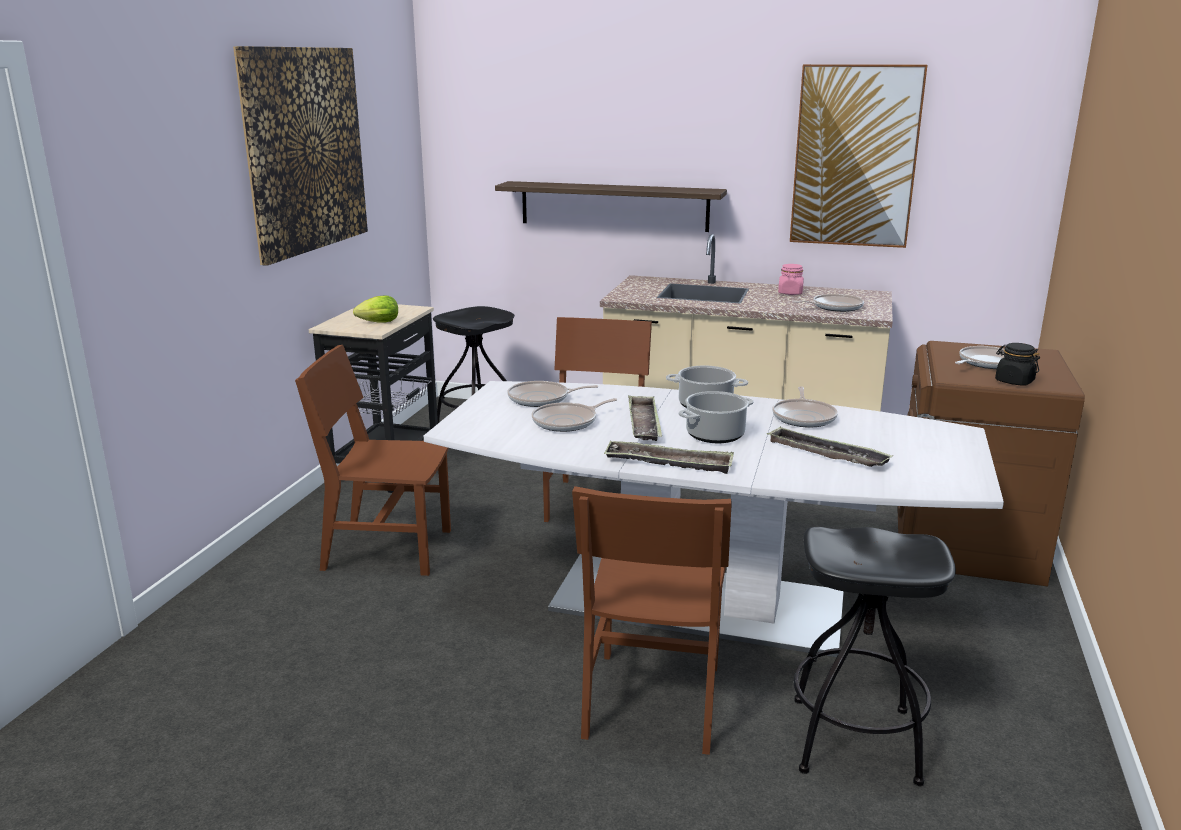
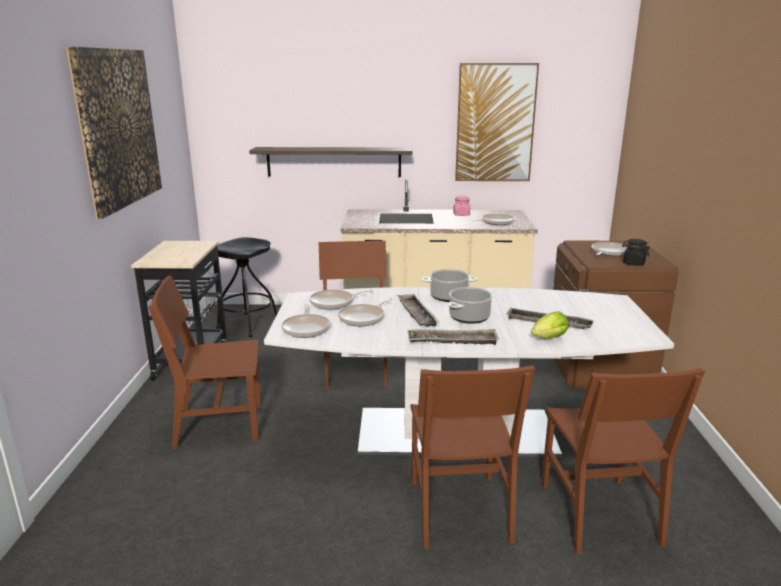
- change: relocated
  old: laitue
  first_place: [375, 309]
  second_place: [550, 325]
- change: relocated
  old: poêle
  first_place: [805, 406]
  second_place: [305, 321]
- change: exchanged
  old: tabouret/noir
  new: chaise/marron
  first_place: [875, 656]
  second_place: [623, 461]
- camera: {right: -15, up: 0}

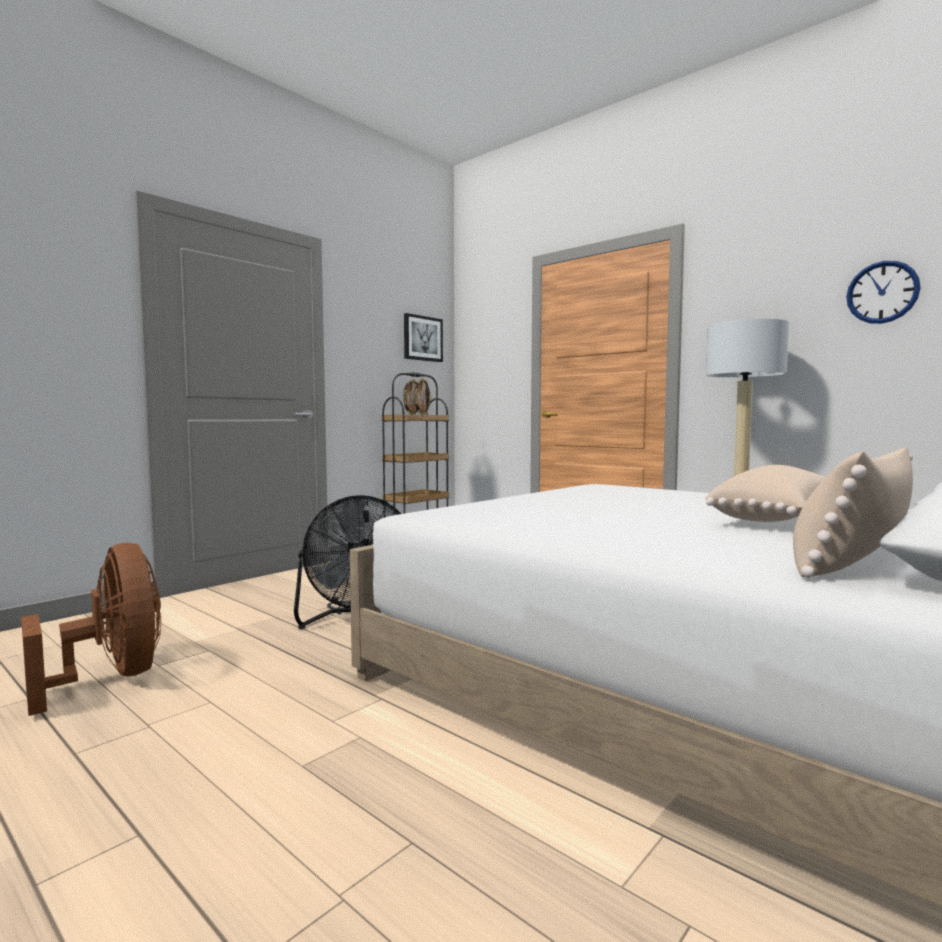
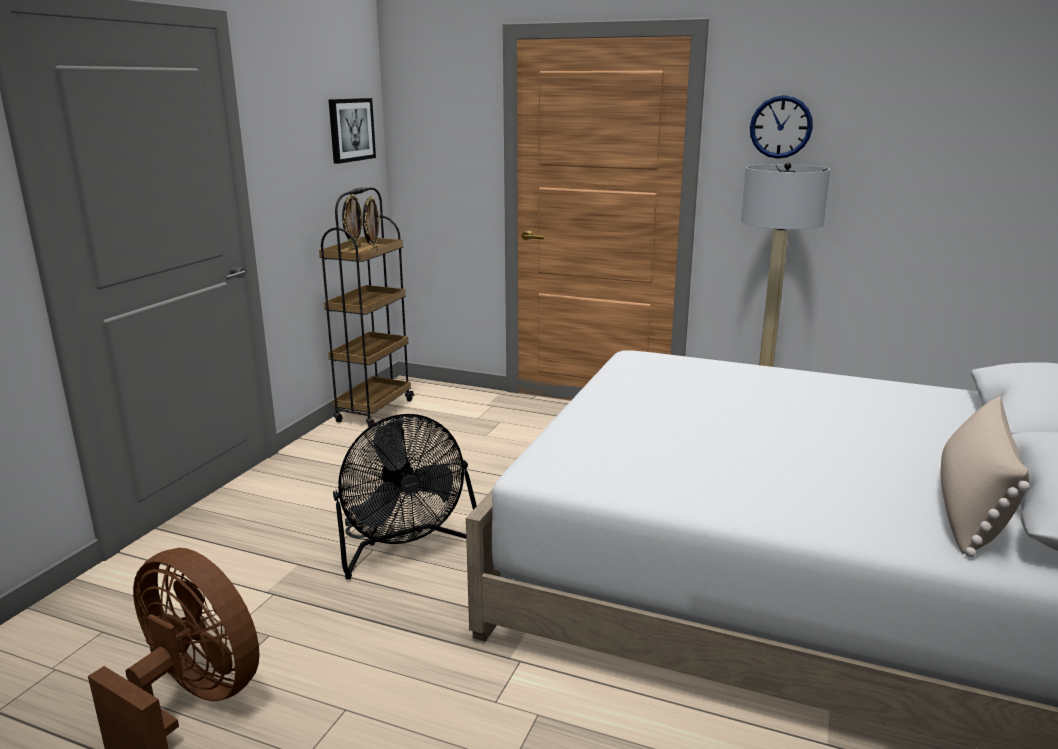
- change: relocated
  old: horloge murale
  first_place: [883, 292]
  second_place: [781, 127]
- change: missing
  old: coussin/beige
  first_place: [765, 493]
- camera: {right: -20, up: 15}

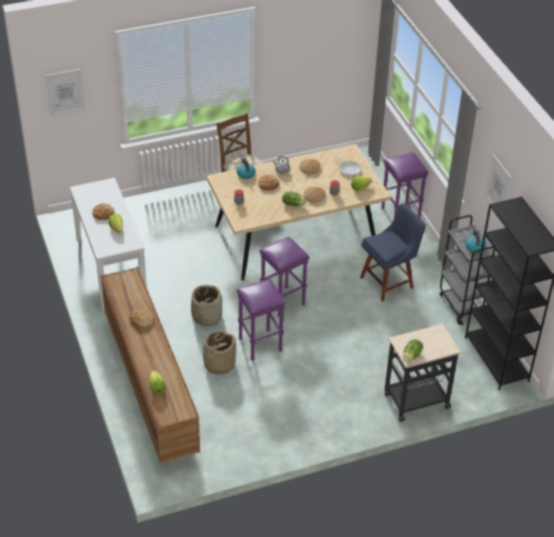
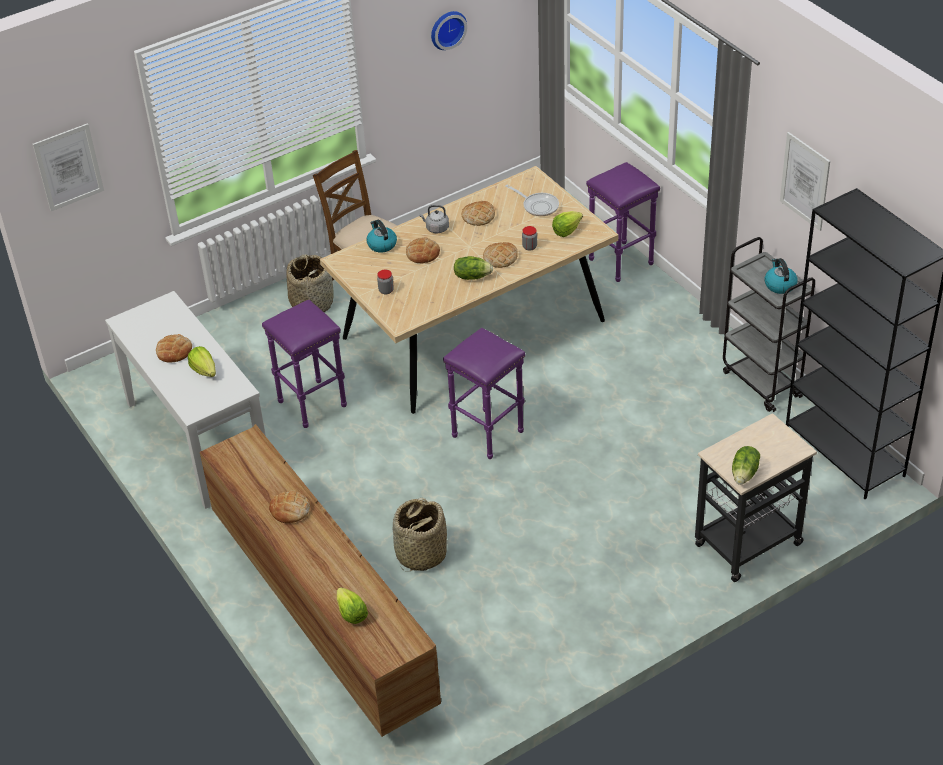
- change: missing
  old: chaise/bleu
  first_place: [393, 252]
- change: relocated
  old: tabouret/violet
  first_place: [261, 320]
  second_place: [304, 364]
- change: relocated
  old: panier
  first_place: [206, 306]
  second_place: [310, 283]
- change: appeared
  new: horloge murale
  second_place: [449, 30]
- camera: {right: -10, up: 0}

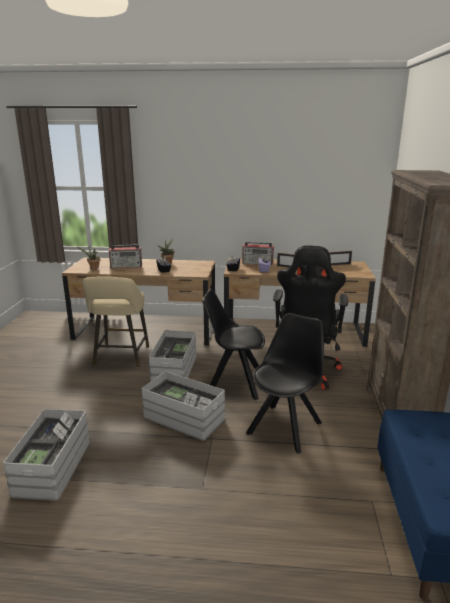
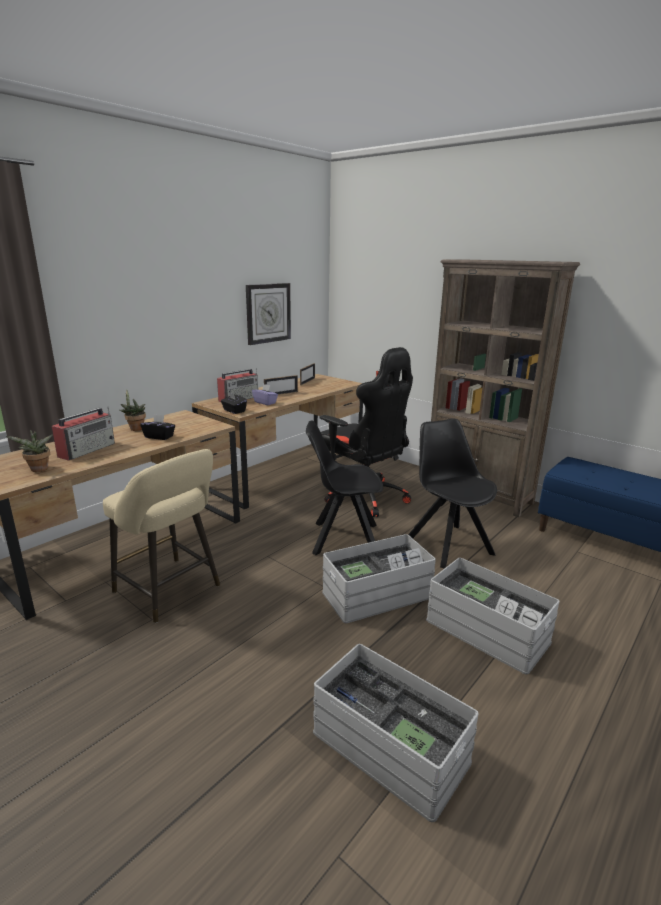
- change: spun
  old: chaise/noir
  first_place: [233, 345]
  second_place: [344, 487]
  degrees: 45
- change: relocated
  old: boîte de rangement/gris
  first_place: [173, 356]
  second_place: [493, 616]
- change: appeared
  new: horloge murale
  second_place: [268, 314]
- camera: {right: -55, up: 0}

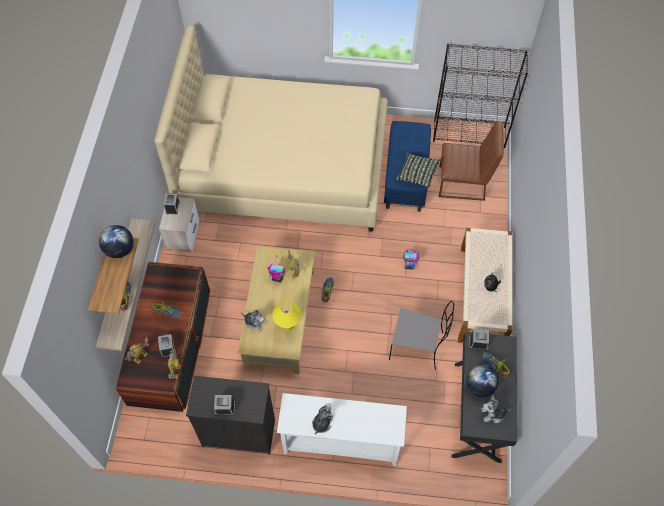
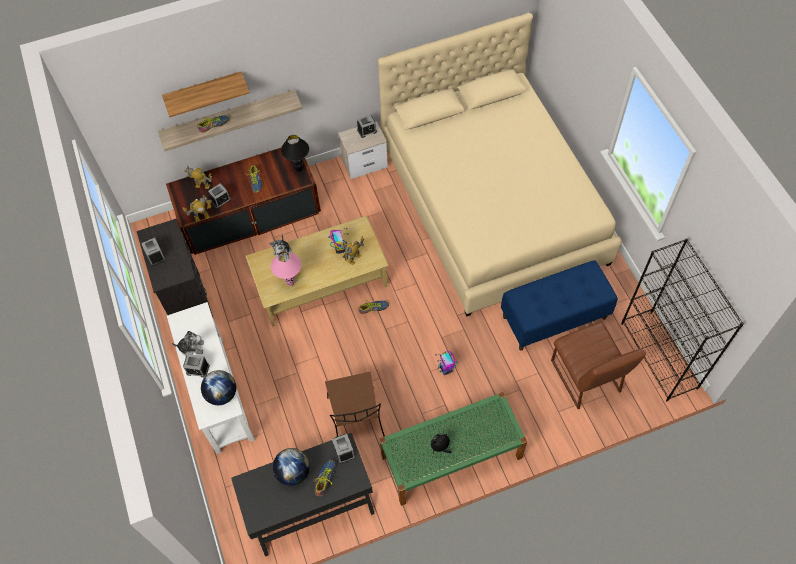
- change: missing
  old: coussin
  first_place: [418, 170]
- change: relocated
  old: globe
  first_place: [116, 241]
  second_place: [218, 387]
- change: colour
  old: banc/beige
  new: banc/vert
  first_place: [485, 285]
  second_place: [453, 449]
- change: colour
  old: chaise/gris
  new: chaise/marron
  first_place: [421, 335]
  second_place: [355, 404]
- change: colour
  old: lampe de table/jaune
  new: lampe de table/rose
  first_place: [286, 317]
  second_place: [286, 268]
- change: missing
  old: peluche
  first_place: [496, 409]
- change: appeared
  new: lampe de table/noir
  second_place: [295, 153]
- change: appeared
  new: réveil
  second_place: [196, 365]
- camera: {right: 65, up: 0}

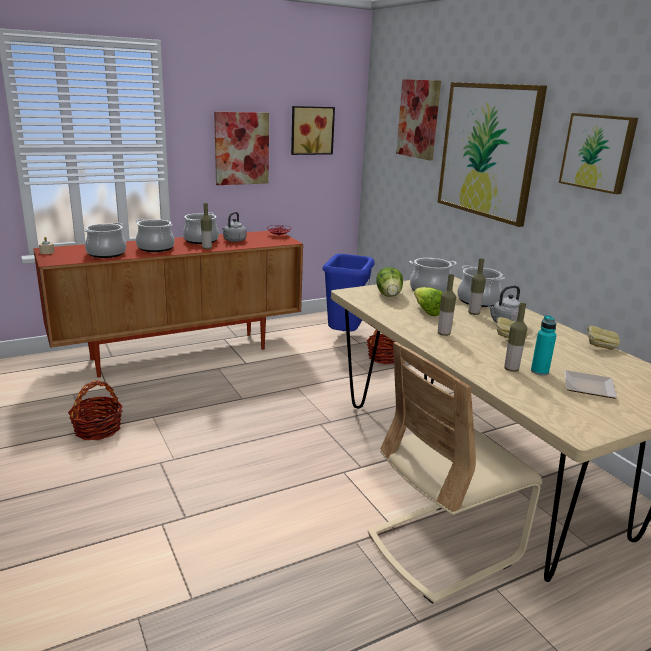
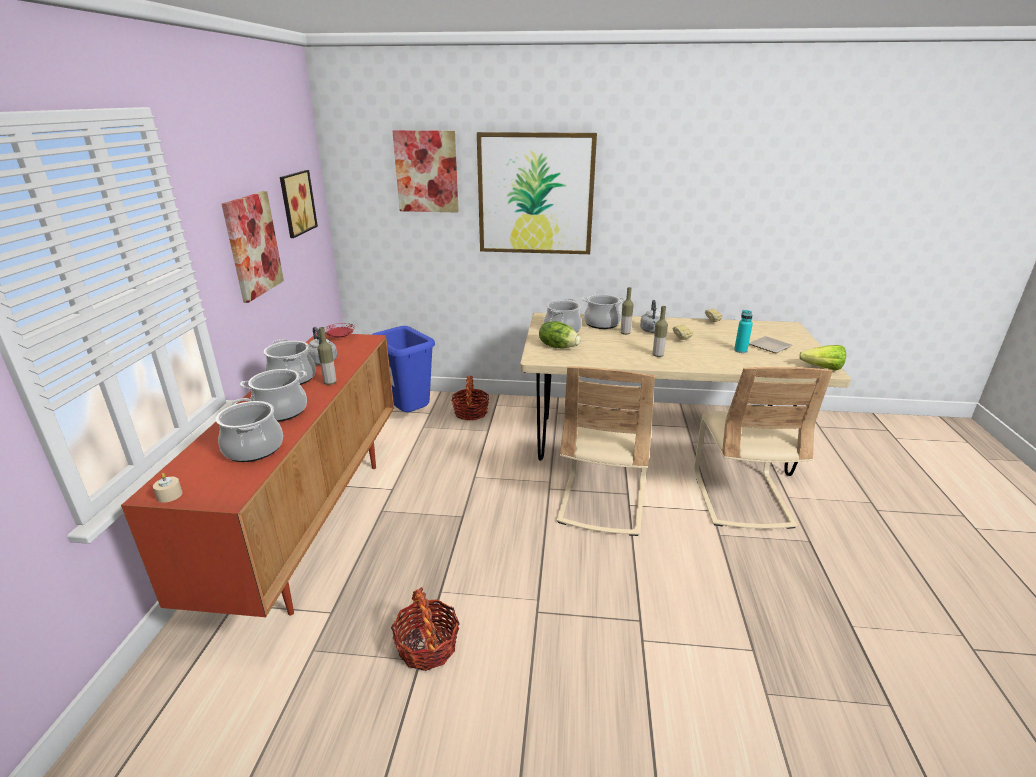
- change: missing
  old: tableau
  first_place: [598, 153]
- change: relocated
  old: laitue
  first_place: [428, 301]
  second_place: [822, 357]
- change: missing
  old: bouteille
  first_place: [515, 337]
- change: appeared
  new: chaise/beige
  second_place: [606, 451]
- camera: {right: -55, up: 5}

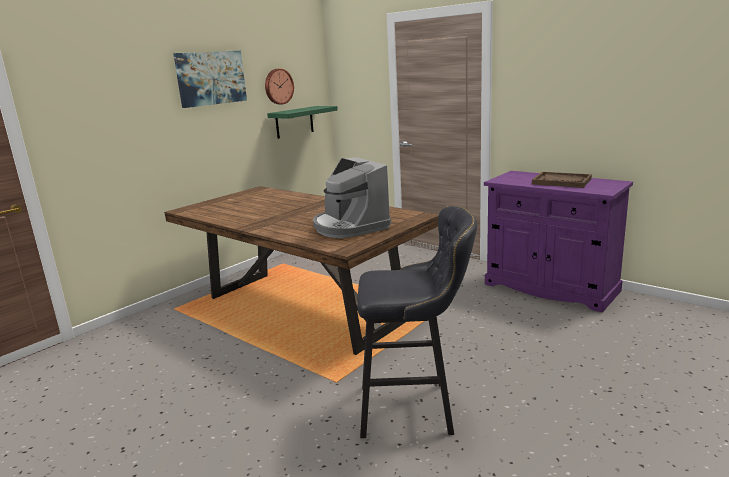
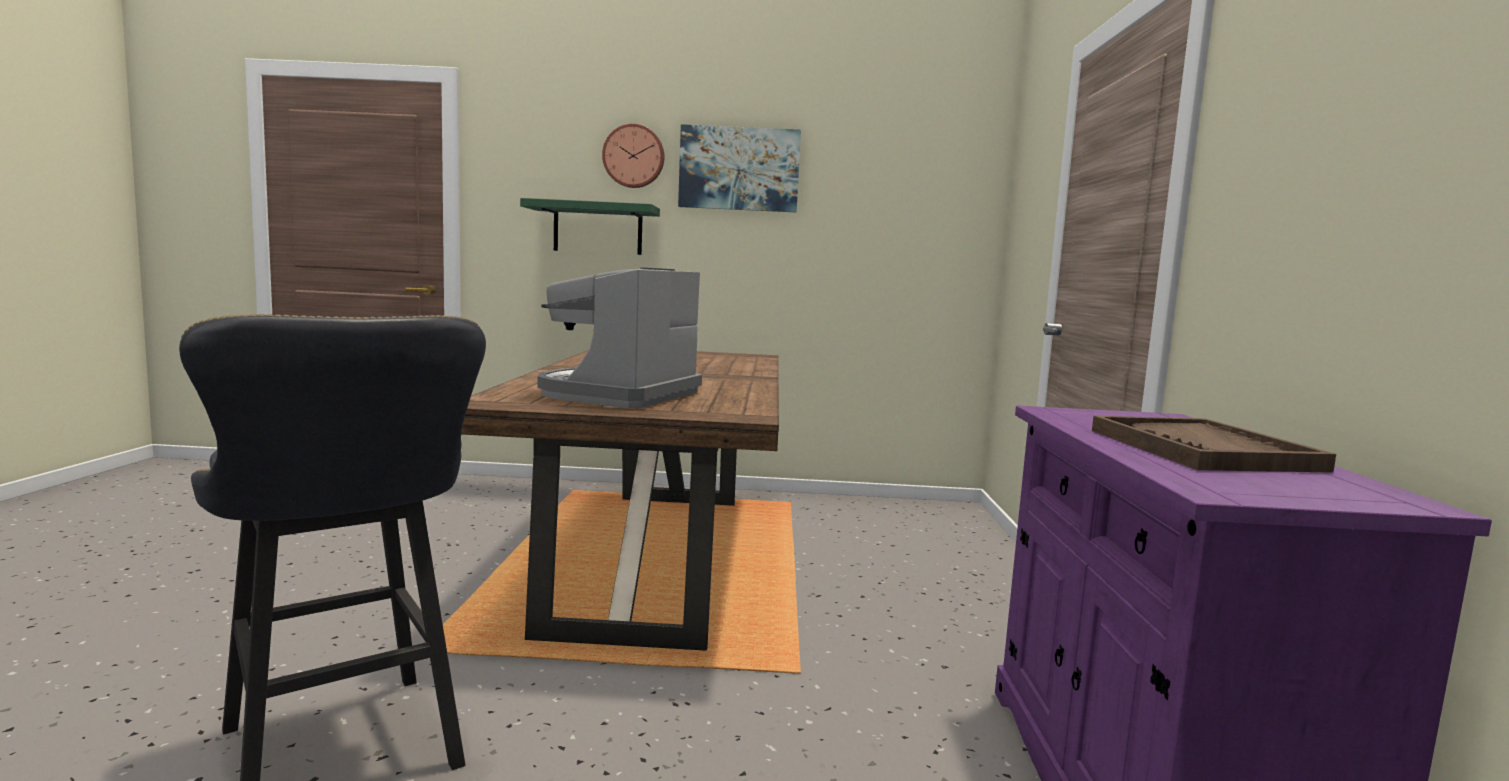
- change: relocated
  old: horloge murale
  first_place: [279, 86]
  second_place: [633, 156]
- change: relocated
  old: étagère/vert
  first_place: [302, 122]
  second_place: [590, 226]
- camera: {right: 50, up: -10}

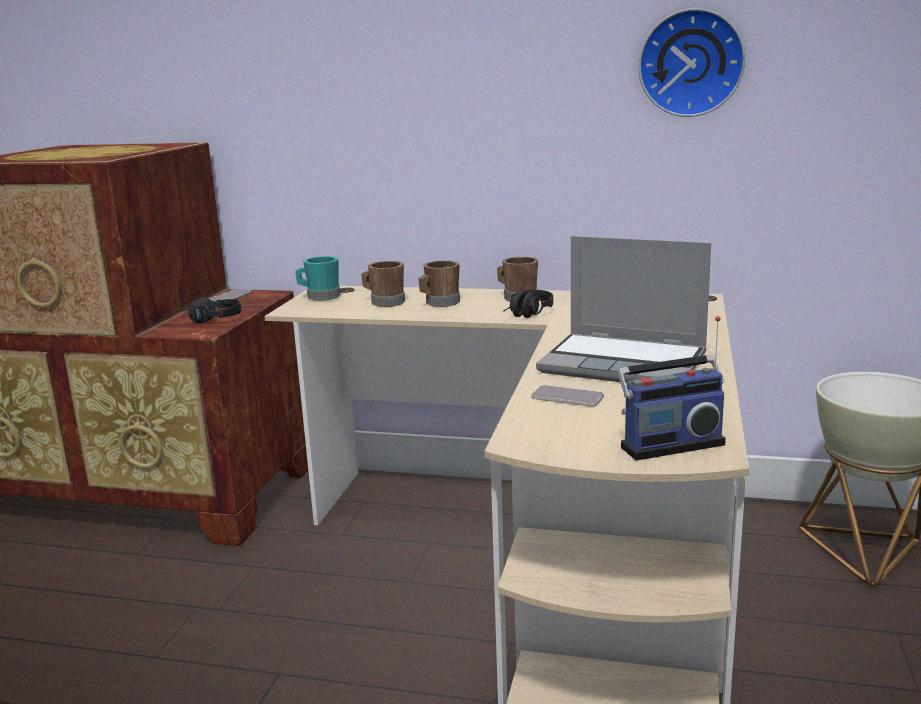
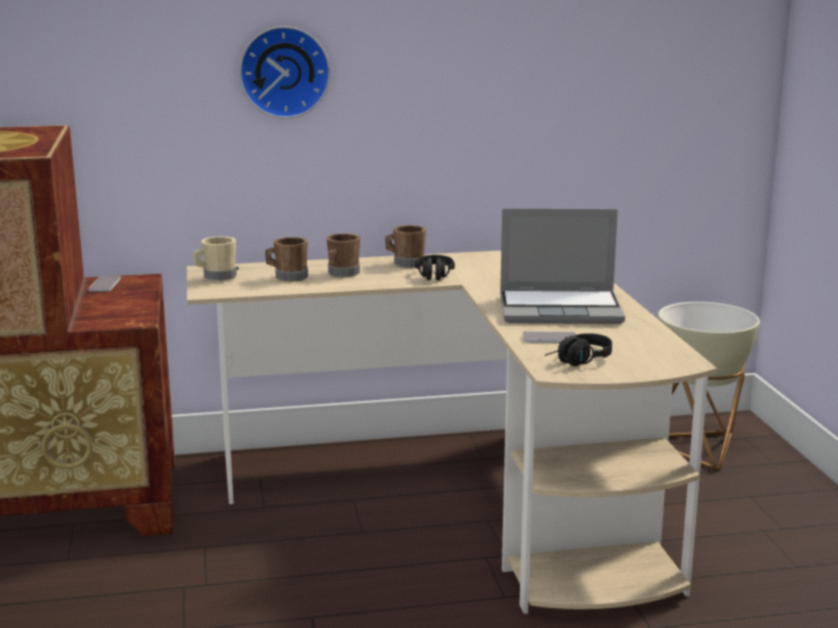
- change: relocated
  old: horloge murale
  first_place: [691, 62]
  second_place: [284, 72]
- change: colour
  old: mug/turquoise
  new: mug/beige
  first_place: [317, 278]
  second_place: [215, 258]
- change: relocated
  old: casque audio/noir
  first_place: [208, 310]
  second_place: [578, 349]
- change: missing
  old: radio
  first_place: [671, 388]
- camera: {right: -25, up: 0}

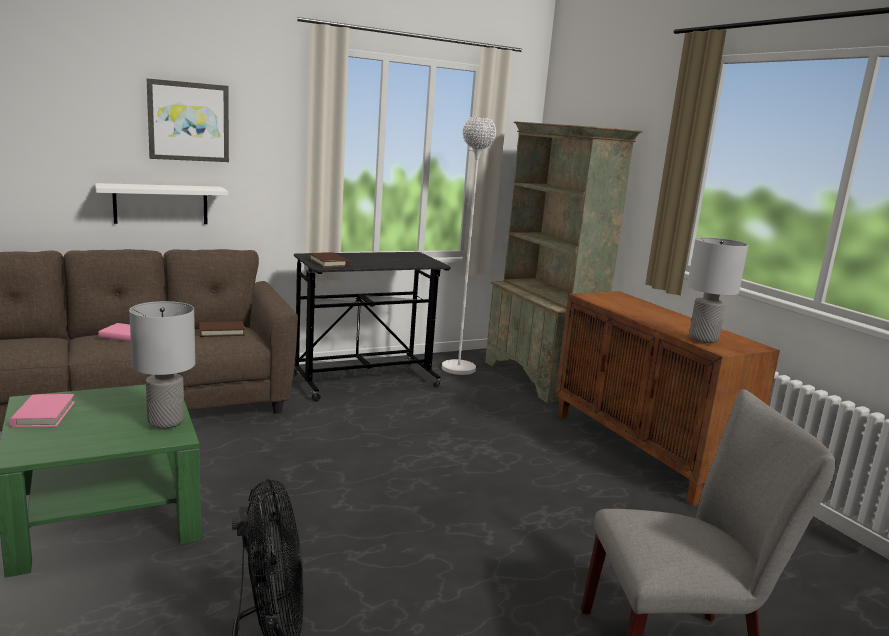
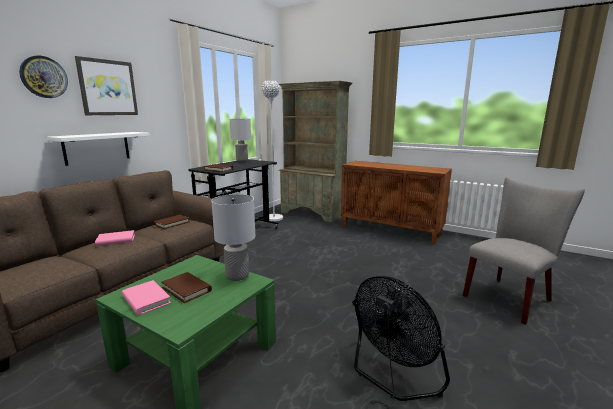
- change: relocated
  old: lampe de table/gris
  first_place: [717, 290]
  second_place: [240, 140]
- change: appeared
  new: horloge murale
  second_place: [43, 76]
- change: appeared
  new: livre/marron
  second_place: [186, 287]
- camera: {right: -30, up: 0}

